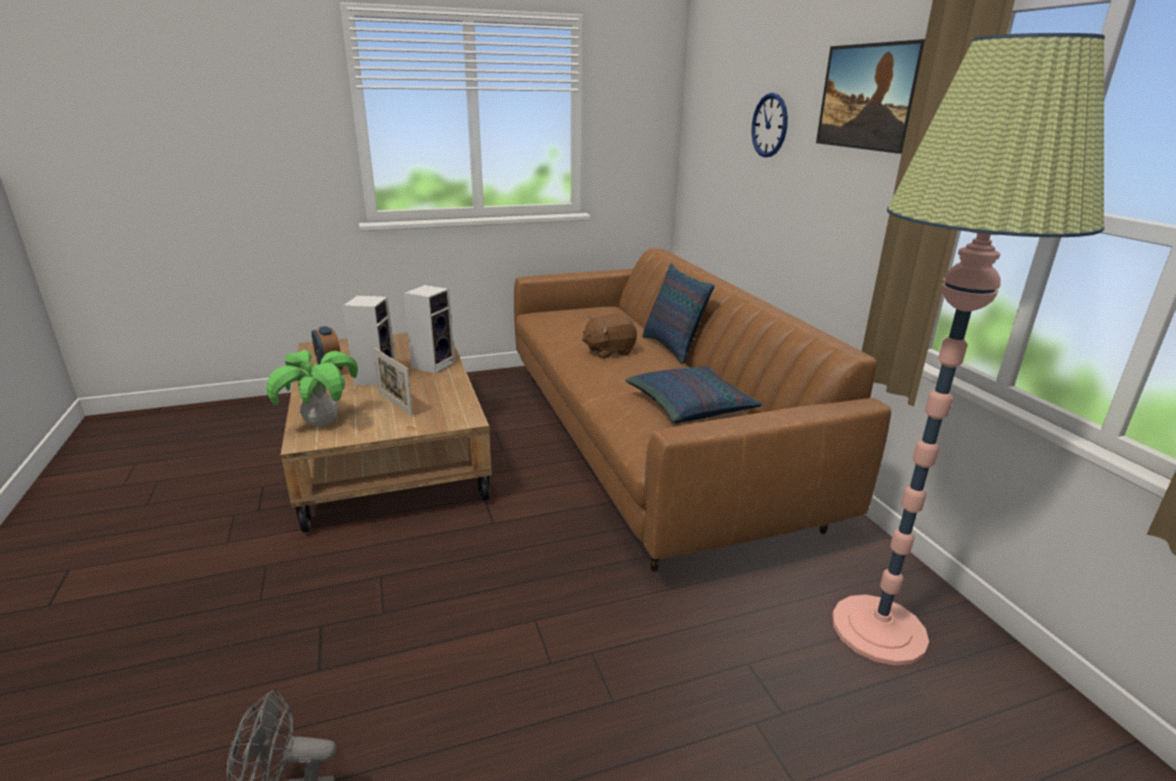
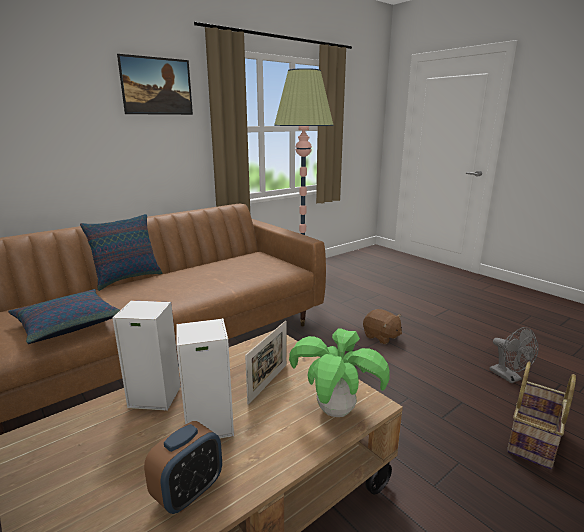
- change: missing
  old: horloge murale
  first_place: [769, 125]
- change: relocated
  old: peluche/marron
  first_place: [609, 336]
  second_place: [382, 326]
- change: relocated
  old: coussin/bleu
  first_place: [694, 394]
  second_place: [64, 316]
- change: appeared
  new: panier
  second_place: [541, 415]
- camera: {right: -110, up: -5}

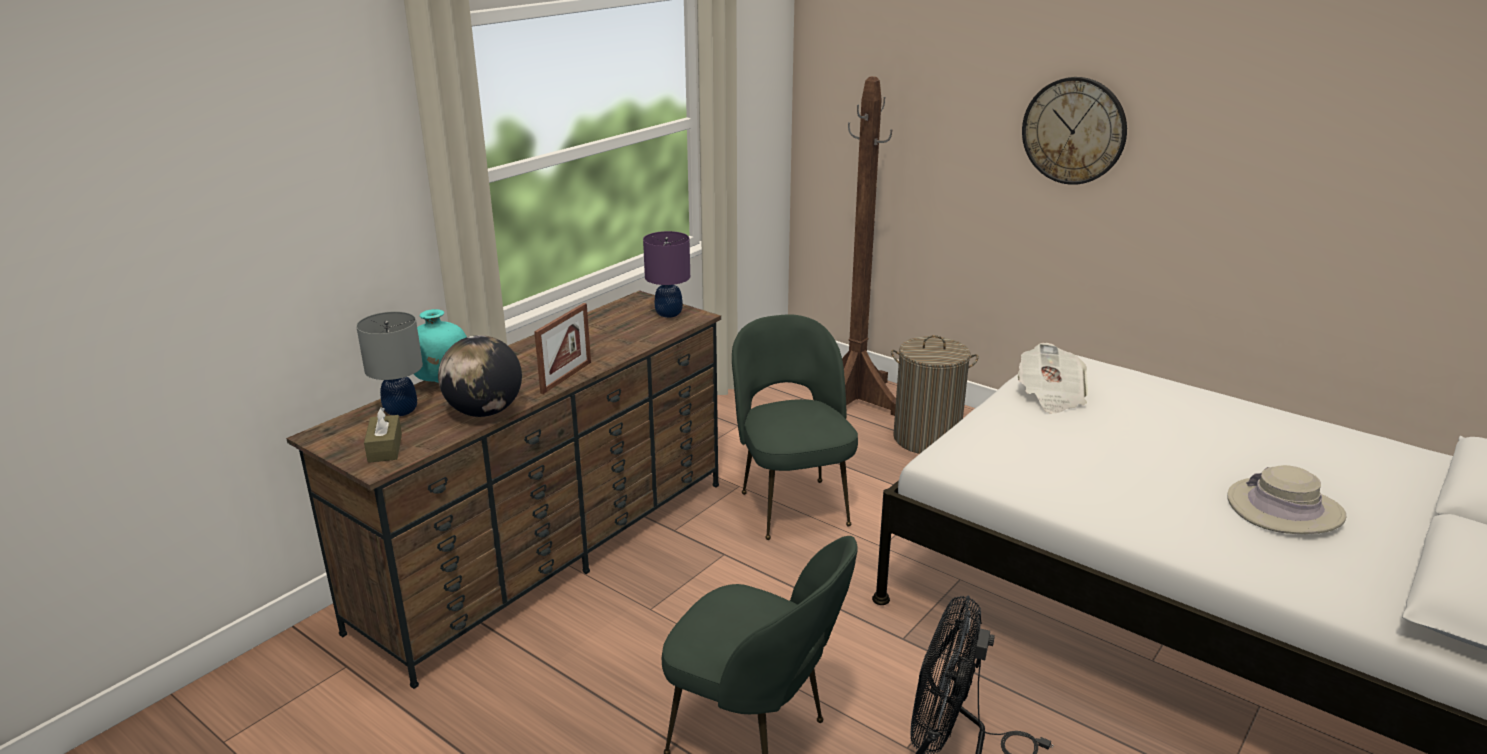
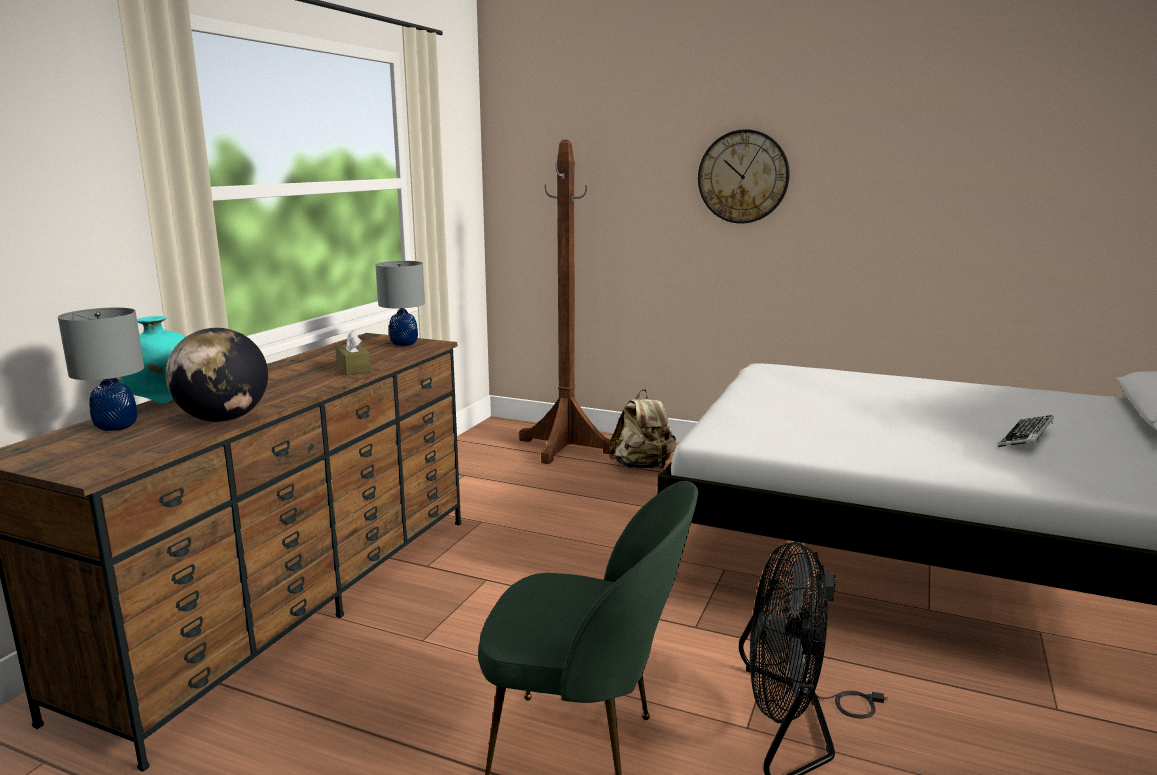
- change: colour
  old: lampe de table/violet
  new: lampe de table/gris
  first_place: [666, 274]
  second_place: [400, 303]
- change: missing
  old: cadre photo
  first_place: [562, 348]
- change: missing
  old: chaise/vert
  first_place: [795, 427]
- change: exchanged
  old: panier à linge
  new: sac à dos/beige
  first_place: [935, 394]
  second_place: [643, 429]
- change: missing
  old: journal
  first_place: [1052, 378]
- change: relocated
  old: boîte à mouchoirs/marron
  first_place: [383, 435]
  second_place: [353, 352]
- change: exchanged
  old: chapeau/beige
  new: clavier
  first_place: [1287, 499]
  second_place: [1026, 431]
- camera: {right: -15, up: -10}

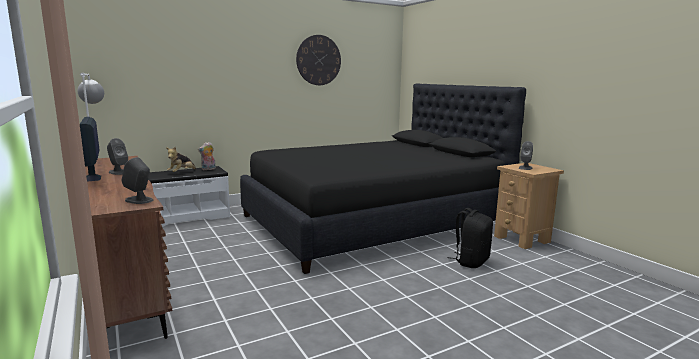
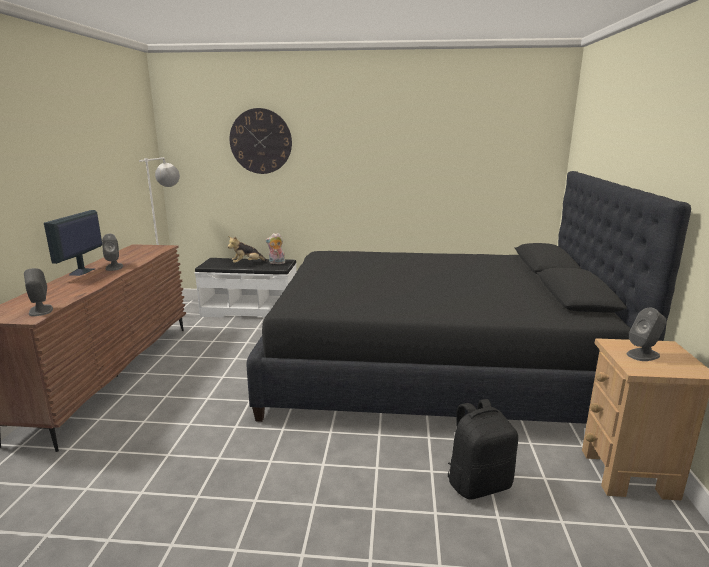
- change: relocated
  old: horloge murale
  first_place: [318, 60]
  second_place: [261, 141]
- camera: {right: 35, up: 5}

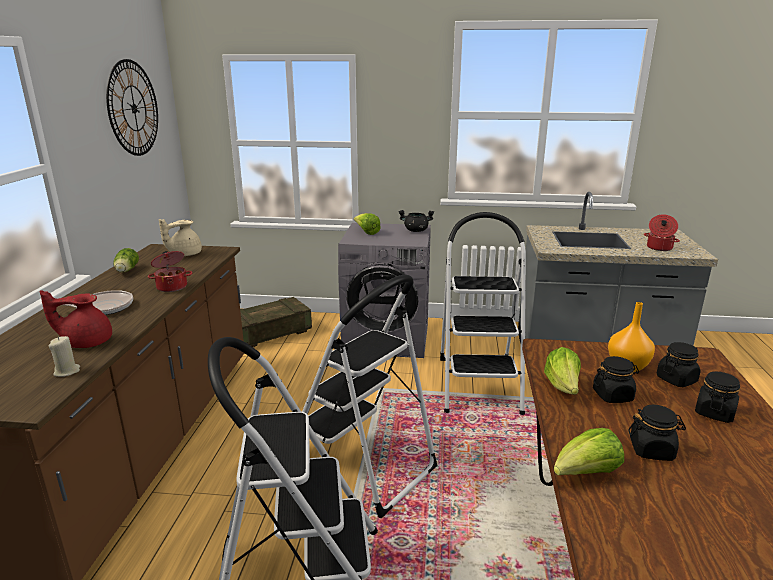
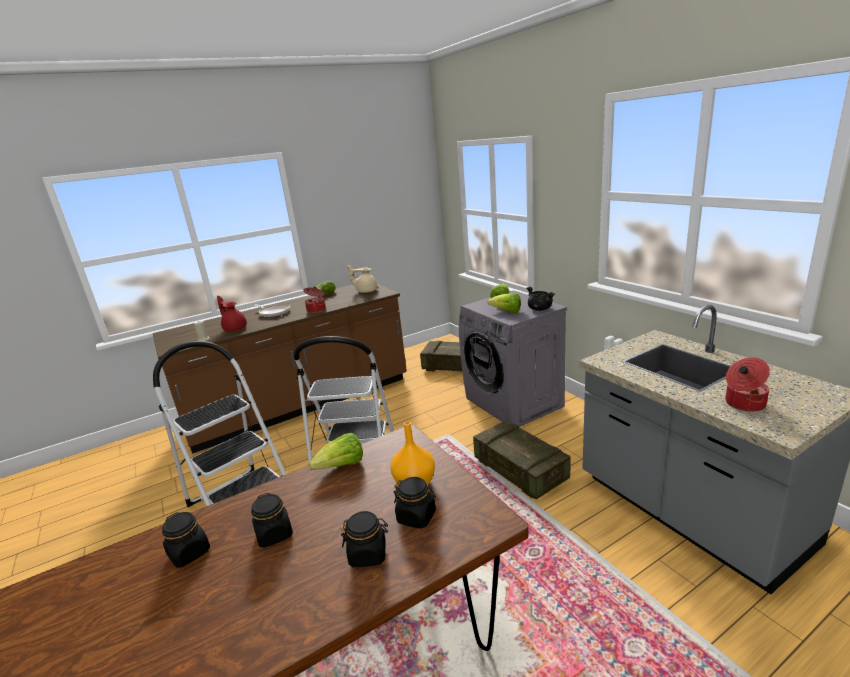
- change: missing
  old: horloge murale
  first_place: [132, 107]
- change: exchanged
  old: escabeau
  new: caisse
  first_place: [483, 313]
  second_place: [522, 460]
- change: relocated
  old: bocal/noir
  first_place: [616, 379]
  second_place: [186, 540]
- change: relocated
  old: laitue
  first_place: [589, 451]
  second_place: [504, 303]
- camera: {right: 55, up: 0}

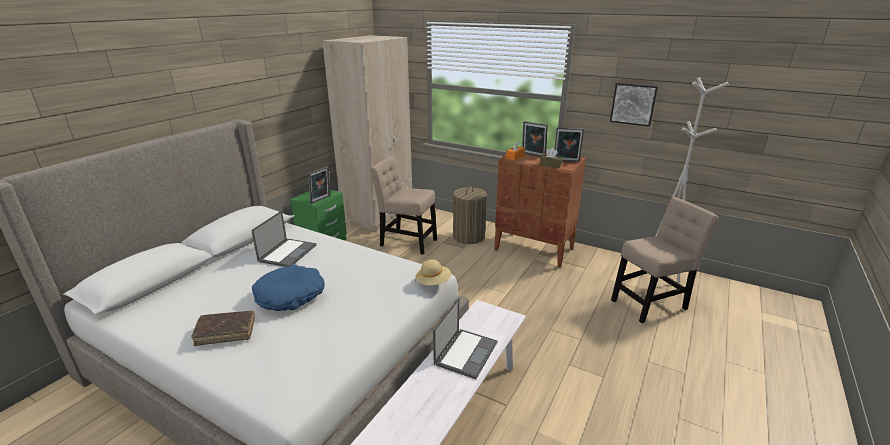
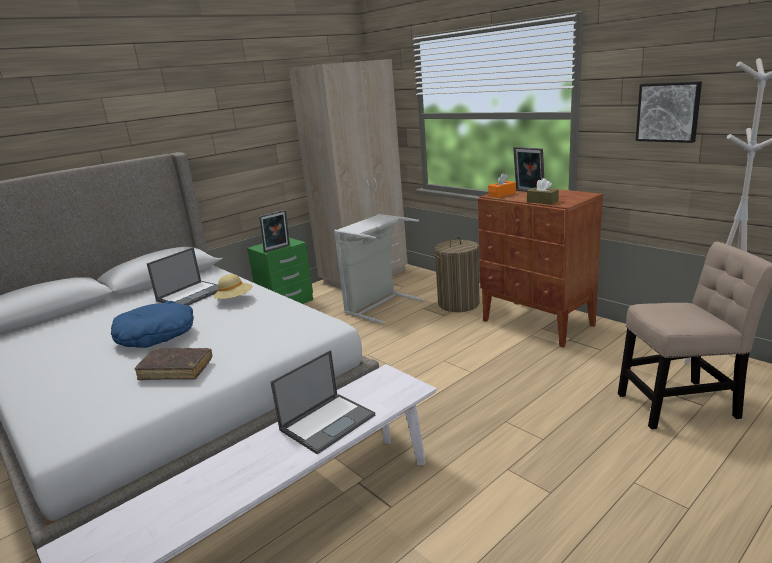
- change: missing
  old: cadre photo
  first_place: [569, 144]
- change: exchanged
  old: chaise/beige
  new: panier à linge/gris
  first_place: [403, 205]
  second_place: [379, 269]
- change: relocated
  old: chapeau/beige
  first_place: [433, 272]
  second_place: [233, 287]
- change: relocated
  old: livre/marron
  first_place: [223, 328]
  second_place: [173, 364]
- camera: {right: 20, up: -5}

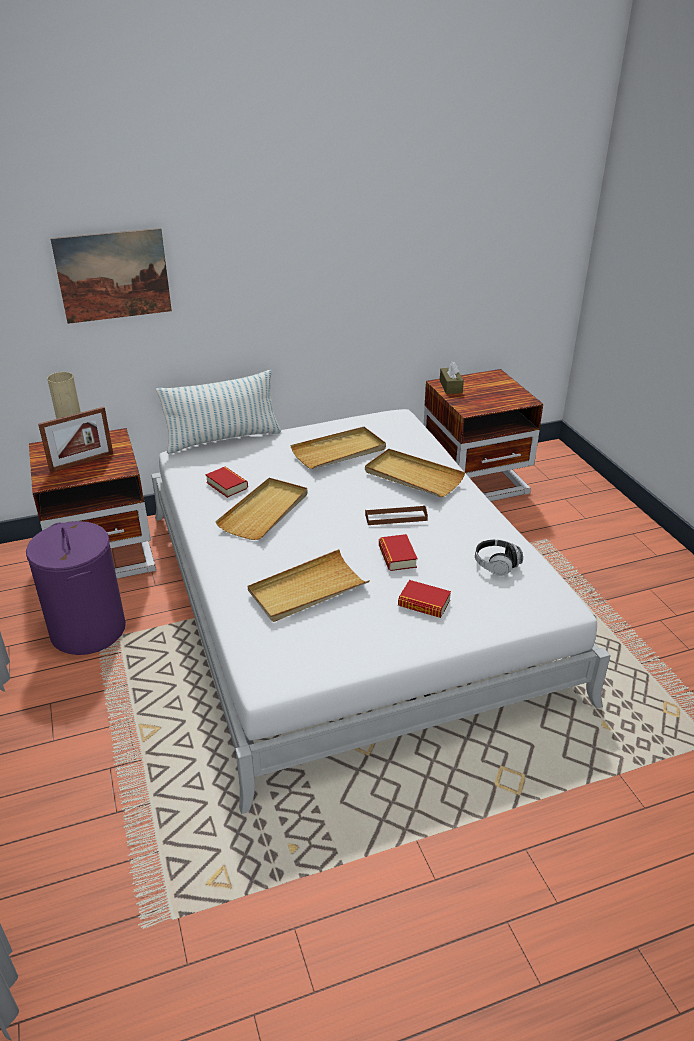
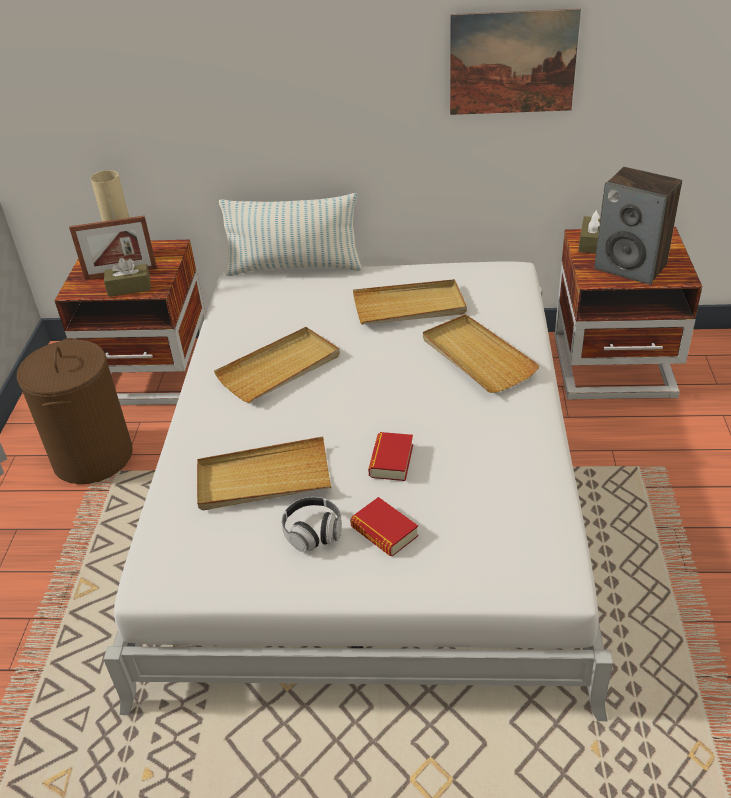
- change: relocated
  old: tableau
  first_place: [111, 276]
  second_place: [515, 61]
- change: missing
  old: livre
  first_place: [227, 482]
- change: missing
  old: plateau/marron
  first_place: [396, 515]
- change: colour
  old: panier à linge/violet
  new: panier à linge/marron
  first_place: [76, 588]
  second_place: [75, 411]
- change: relocated
  old: casque audio
  first_place: [499, 557]
  second_place: [312, 524]
- change: appeared
  new: enceinte
  second_place: [638, 226]
- change: appeared
  new: boîte à mouchoirs/marron
  second_place: [127, 277]
- camera: {right: 25, up: 5}

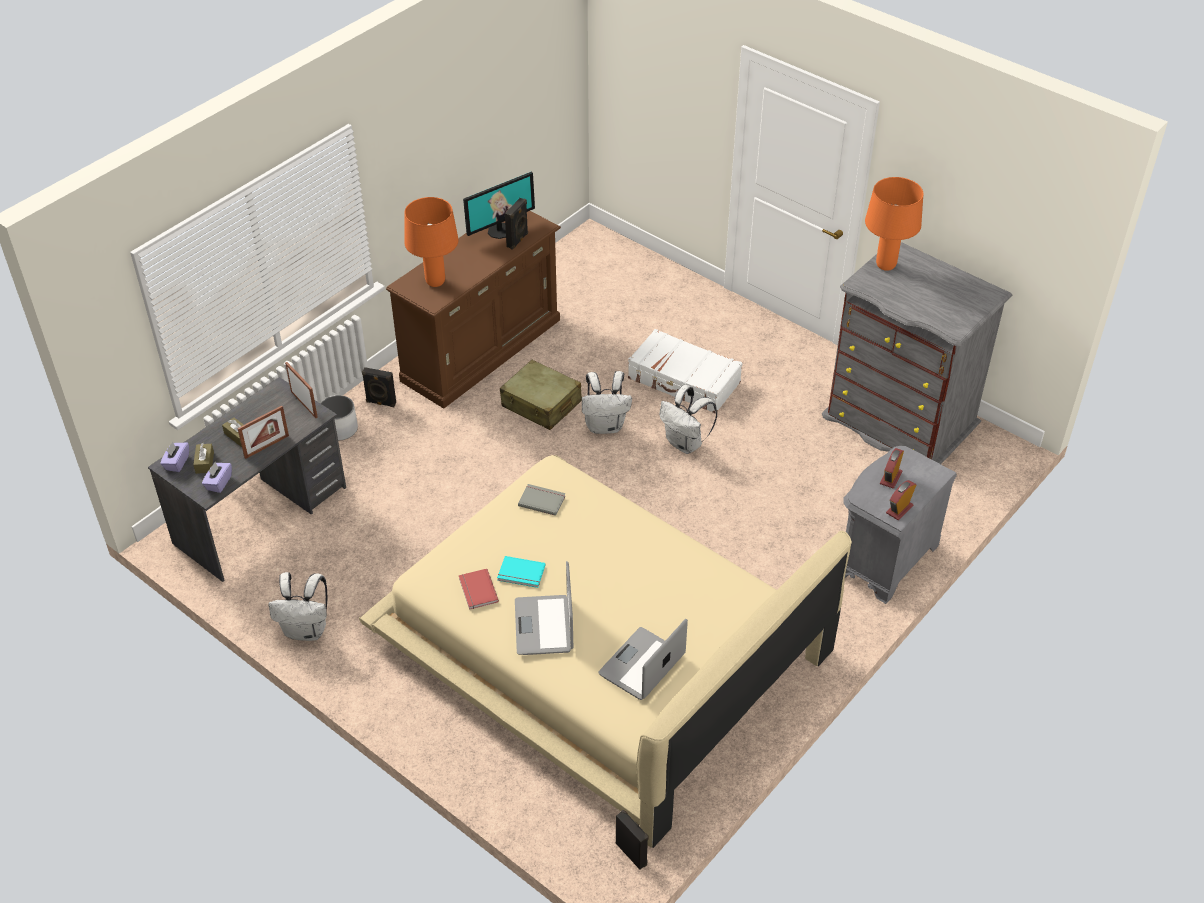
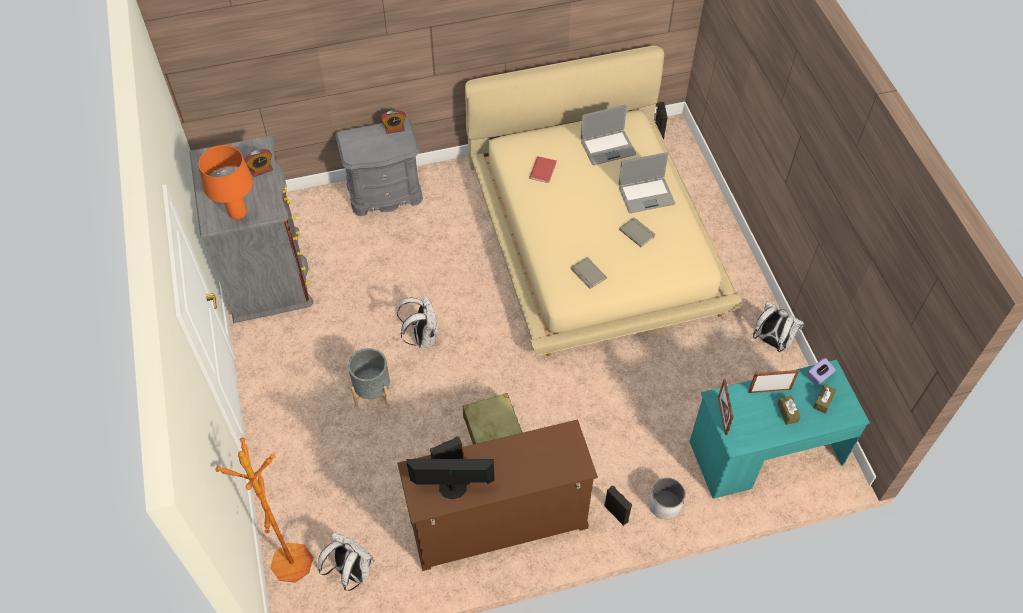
- change: missing
  old: lampe de table/orange
  first_place: [431, 242]
- change: exchanged
  old: valise/blanc
  new: cache-pot/gris
  first_place: [685, 371]
  second_place: [369, 377]
- change: relocated
  old: sac à dos/blanc
  first_place: [607, 402]
  second_place: [346, 561]
- change: colour
  old: bureau/gris
  new: bureau/turquoise
  first_place: [247, 479]
  second_place: [779, 429]
- change: missing
  old: boîte à mouchoirs/violet
  first_place: [174, 456]
- change: relocated
  old: réveil
  first_place: [892, 468]
  second_place: [258, 163]
- change: colour
  old: livre/turquoise
  new: livre/gris
  first_place: [521, 572]
  second_place: [637, 232]
- change: spun
  old: ordinateur portable
  first_place: [544, 608]
  second_place: [647, 182]
  degrees: 45
- change: relocated
  old: livre/rouge
  first_place: [479, 589]
  second_place: [543, 169]
- change: appeared
  new: portant/orange
  second_place: [264, 510]
- camera: {right: -145, up: 10}

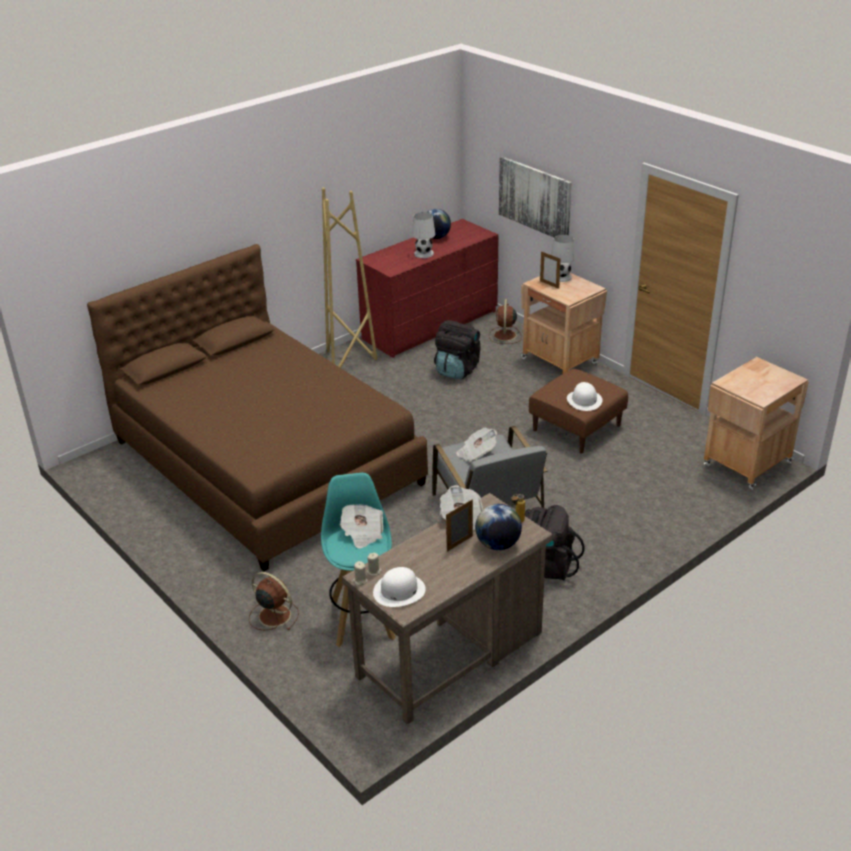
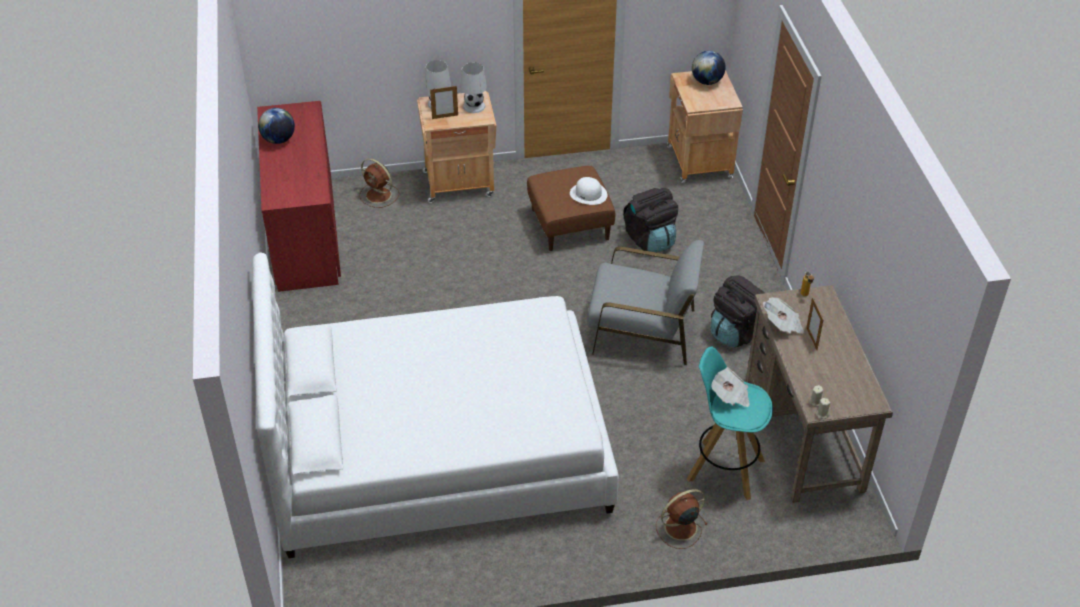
- change: missing
  old: tableau
  first_place: [535, 196]
- change: missing
  old: portant/jaune
  first_place: [349, 277]
- change: relocated
  old: lampe de table/blanc
  first_place: [423, 235]
  second_place: [473, 87]
- change: colour
  old: lit/marron
  new: lit/blanc
  first_place: [257, 407]
  second_place: [435, 405]
- change: relocated
  old: sac à dos/noir
  first_place: [457, 349]
  second_place: [650, 220]
- change: missing
  old: journal
  first_place: [476, 444]
- change: relocated
  old: globe
  first_place: [498, 527]
  second_place: [709, 68]
- change: missing
  old: chapeau/blanc
  first_place: [399, 587]
- camera: {right: -60, up: 10}

